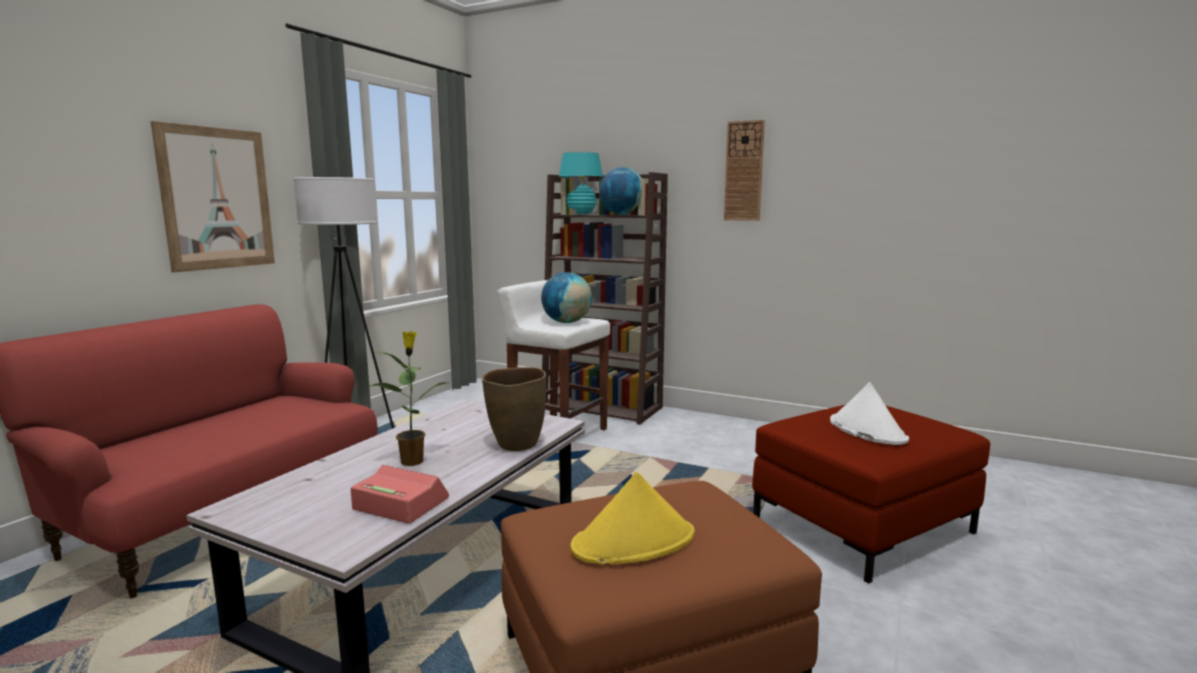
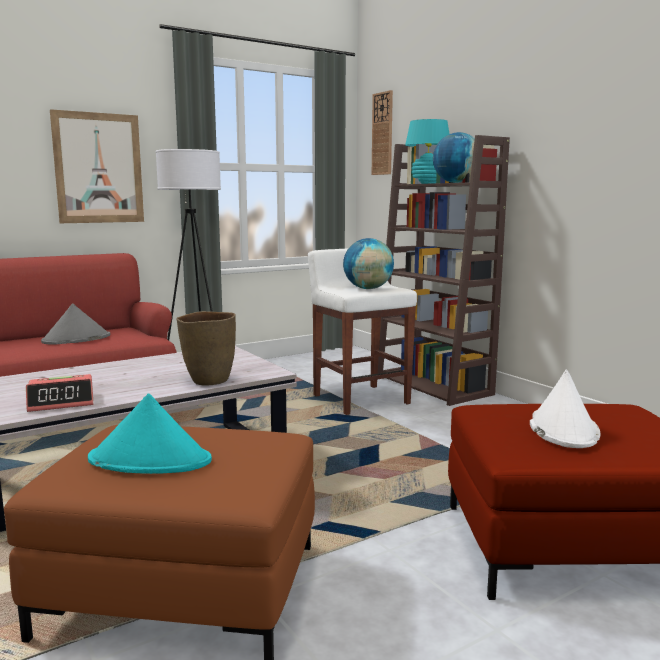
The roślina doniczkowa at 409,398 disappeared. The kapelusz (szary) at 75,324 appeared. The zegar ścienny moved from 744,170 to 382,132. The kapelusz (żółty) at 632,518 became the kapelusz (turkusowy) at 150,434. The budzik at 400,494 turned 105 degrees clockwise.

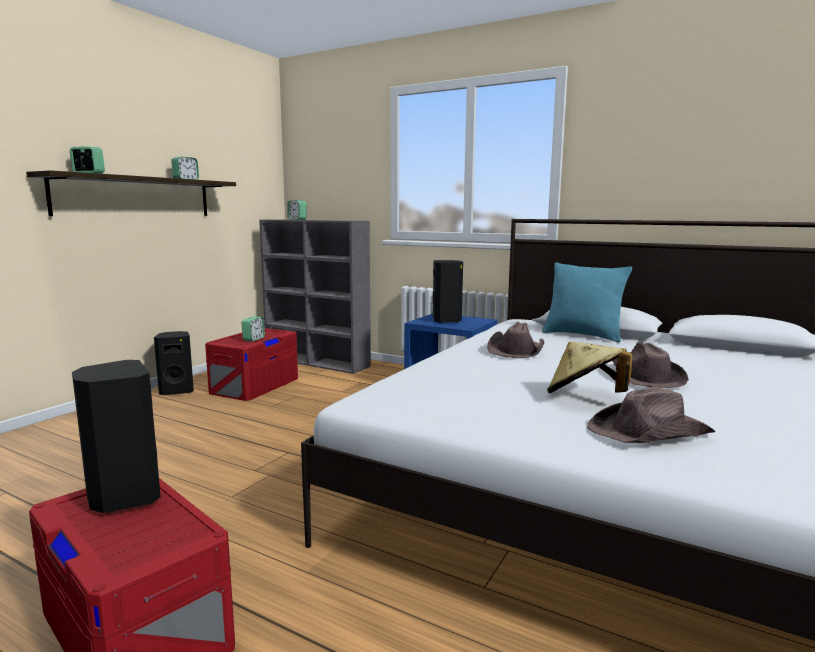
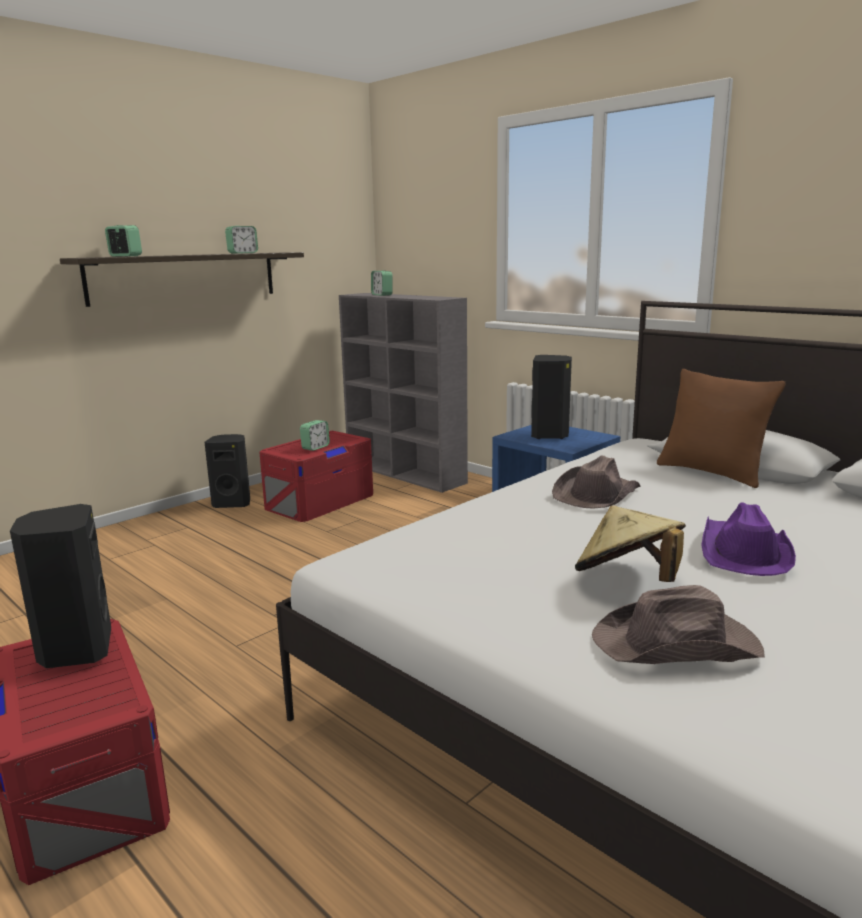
The poduszka (turkusowy) at 587,302 became the poduszka (brązowy) at 721,428. The kapelusz (brązowy) at 650,365 became the kapelusz (fioletowy) at 748,539.

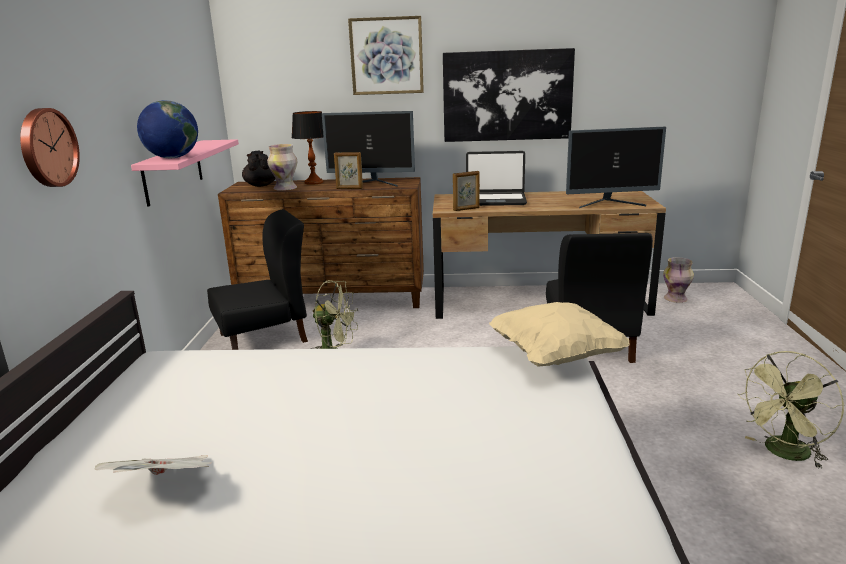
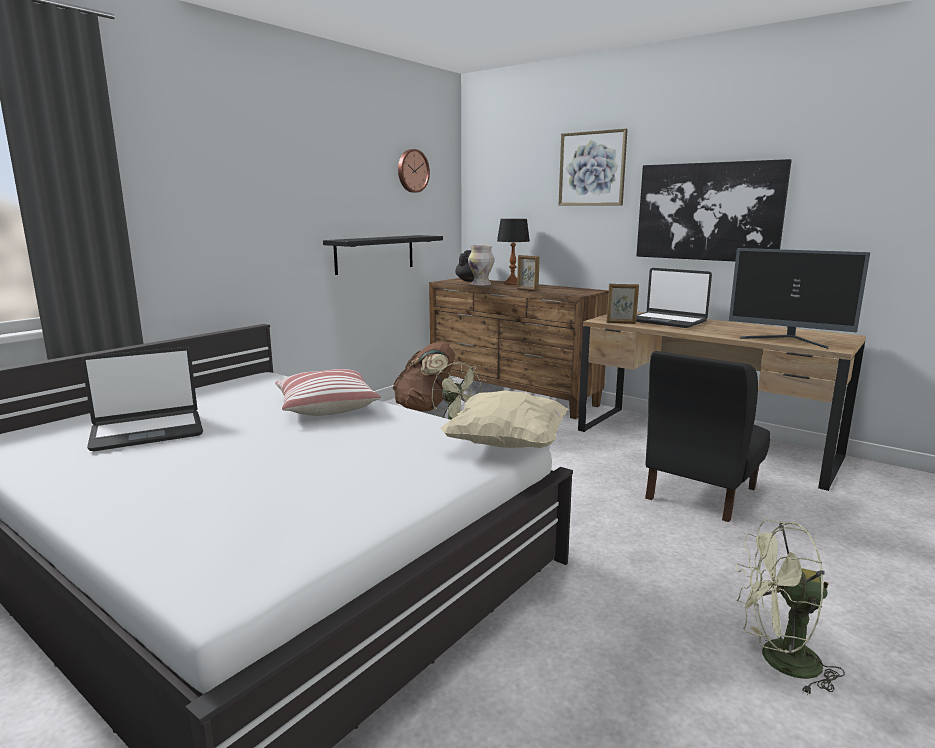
The globus at 167,129 disappeared. The monitor at 368,149 disappeared. The wazon at 678,280 disappeared. The poduszka at 328,392 appeared. The zegar ścienny moved from 50,147 to 414,171. The gazeta at 152,465 was replaced by the laptop at 142,399. The krzesło (czarny) at 257,279 was replaced by the plecak (brązowy) at 424,377. The półka (różowy) at 185,173 became the półka (czarny) at 383,255.

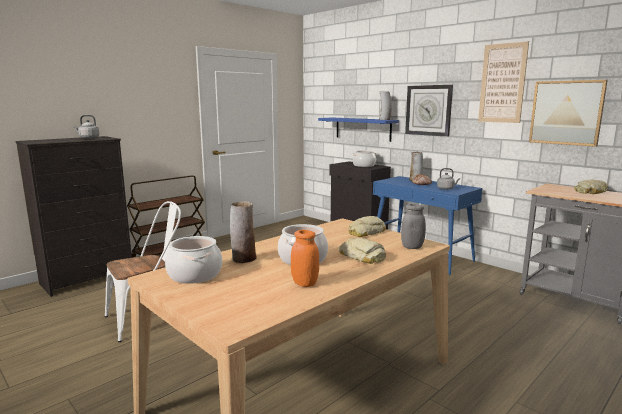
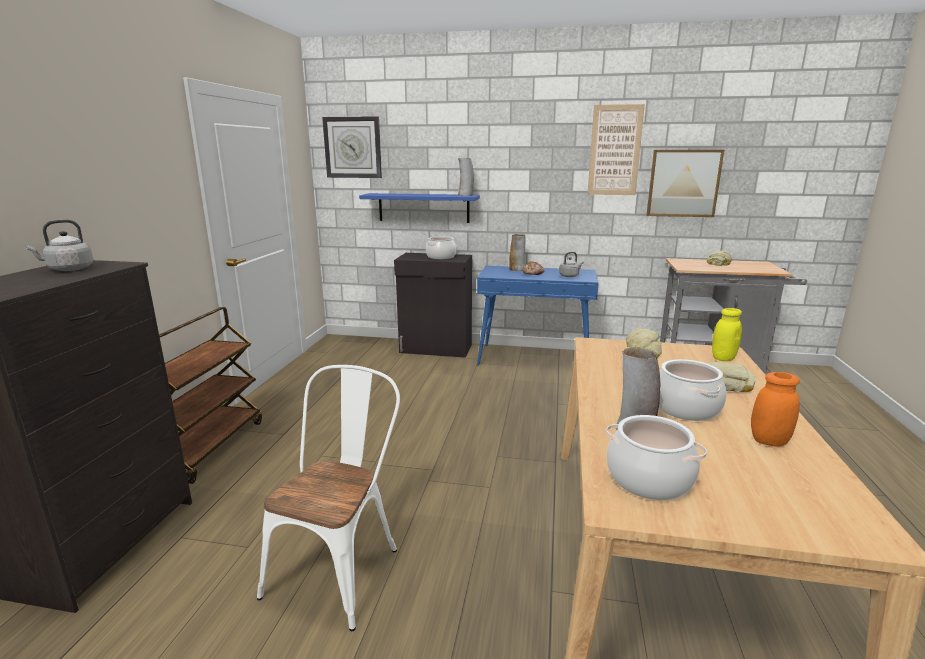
The zegar ścienny moved from 429,111 to 352,147. The słoik (szary) at 413,226 became the słoik (żółty) at 727,334.

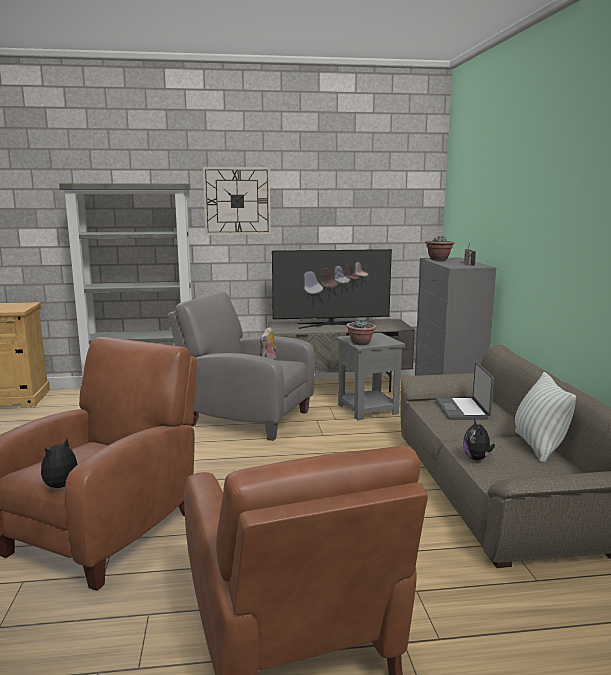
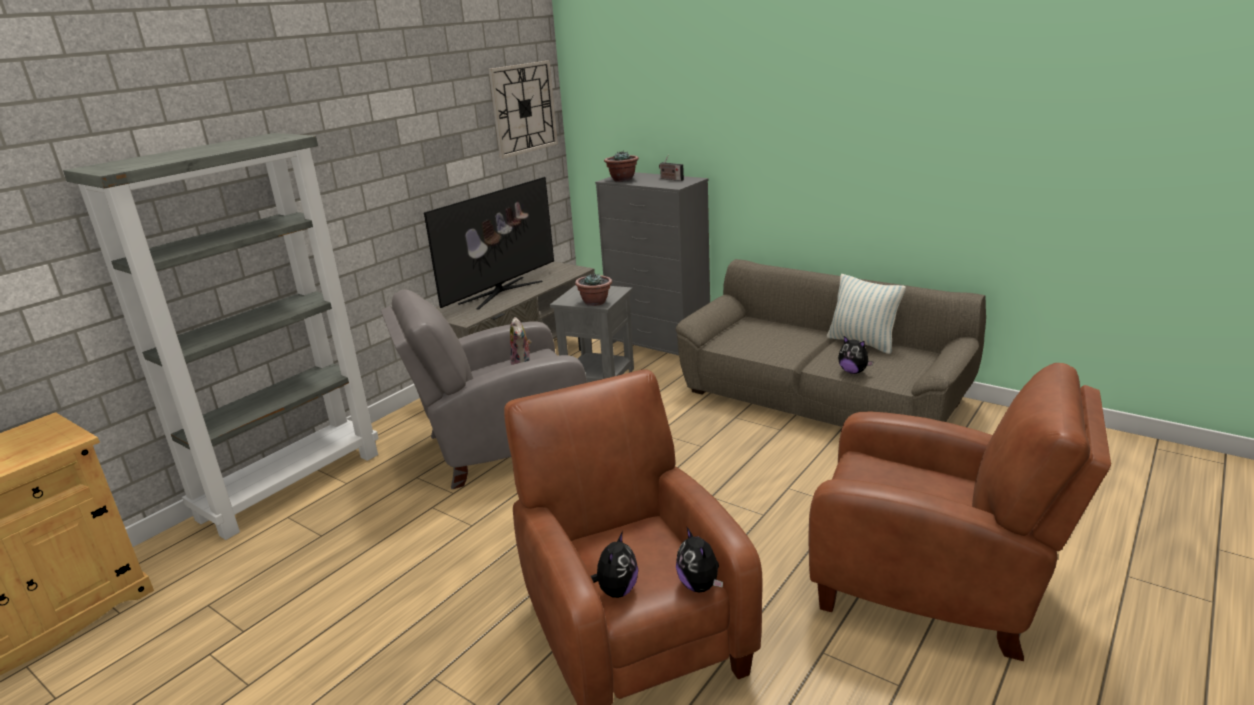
The laptop at 465,391 disappeared. The pluszak at 614,564 appeared. The zegar ścienny moved from 237,201 to 523,110.

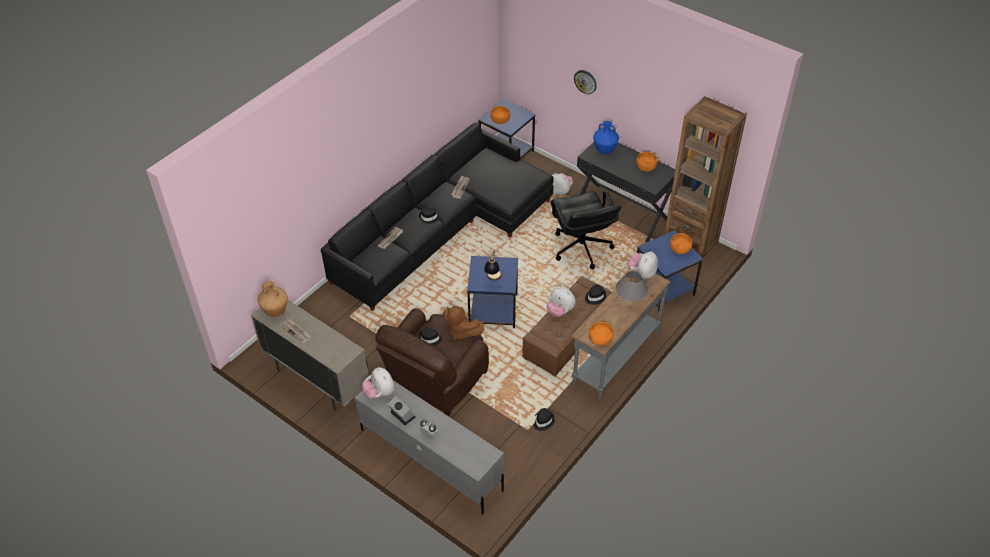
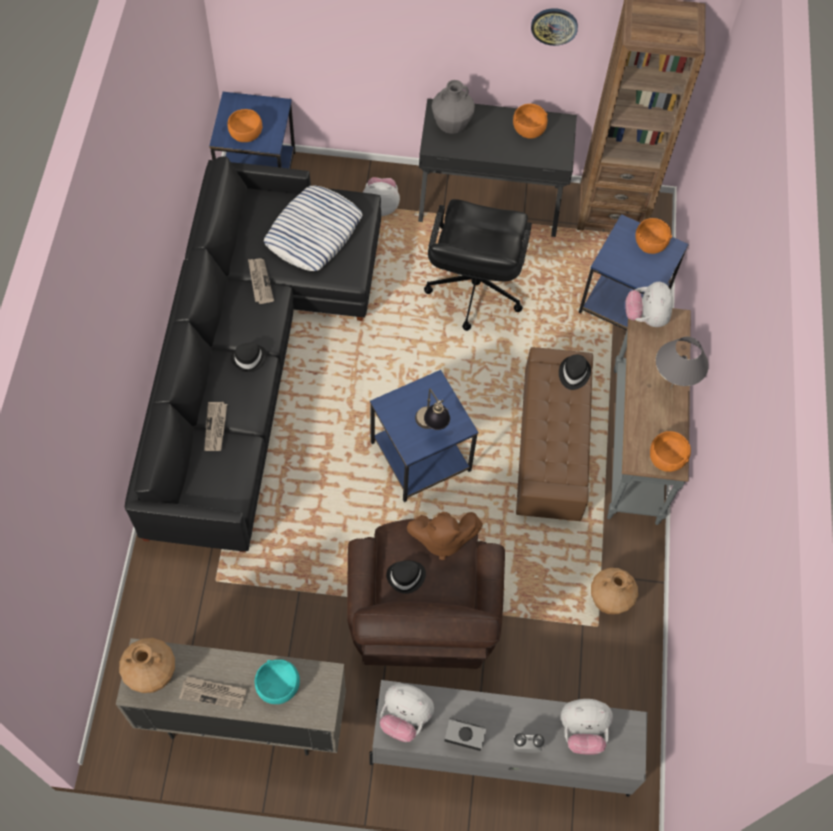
The miska (turkusowy) at 277,681 appeared. The poduszka at 313,228 appeared. The pluszak moved from 561,302 to 587,727. The zegar ścienny moved from 585,82 to 554,27. The kapelusz (czarny) at 544,419 was replaced by the wazon (brązowy) at 614,591. The wazon (niebieski) at 606,137 became the wazon (szary) at 453,107. The krzesło biurowe (czarny) at 585,230 turned 60 degrees clockwise.

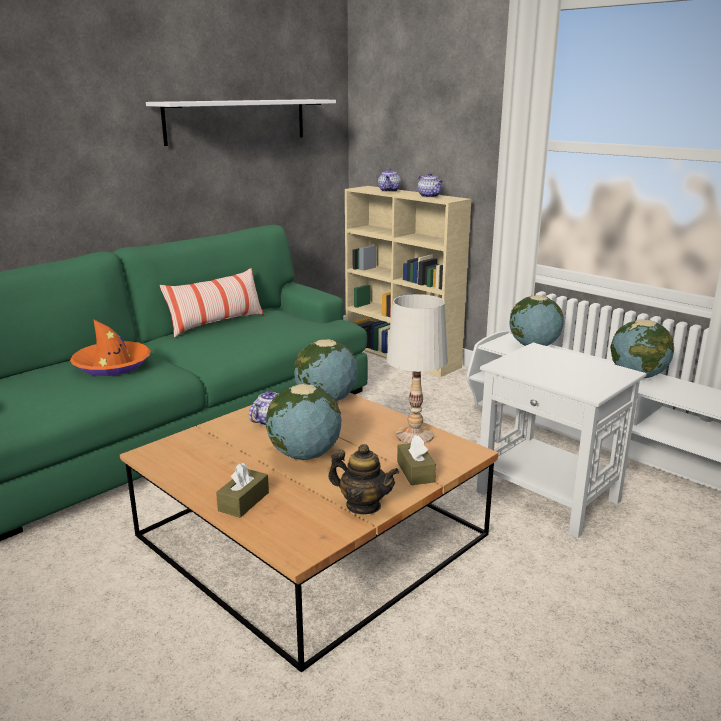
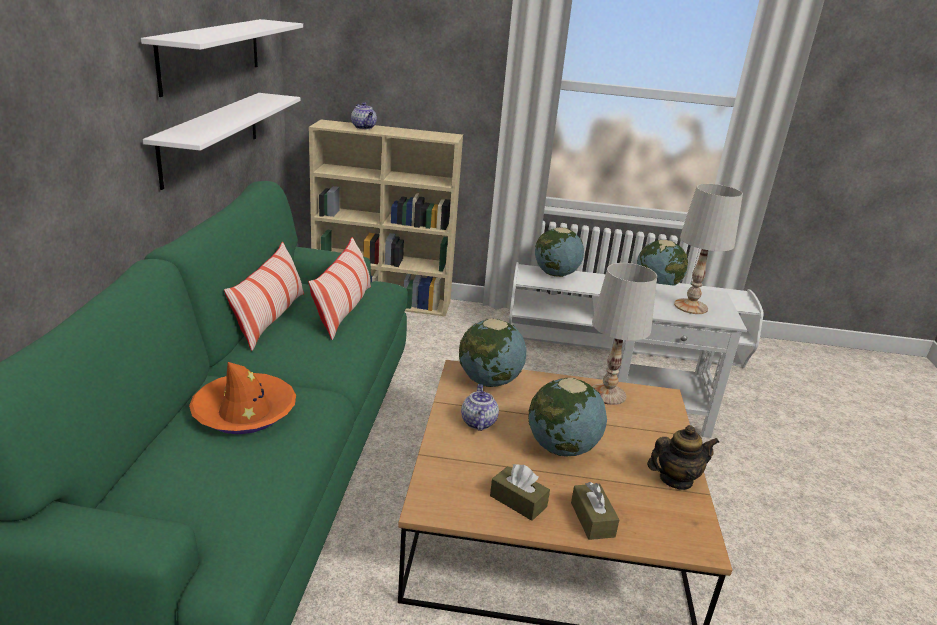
The imbryk at 430,185 disappeared. The półka (biały) at 222,141 appeared. The poduszka at 339,288 appeared. The lampa stołowa (biały) at 708,249 appeared. The pudełko chusteczek (brązowy) moved from 416,460 to 520,492.

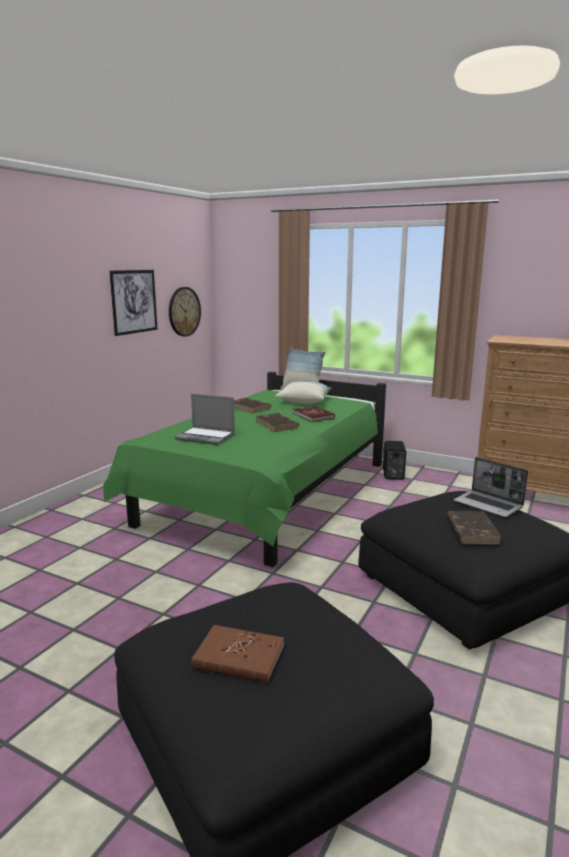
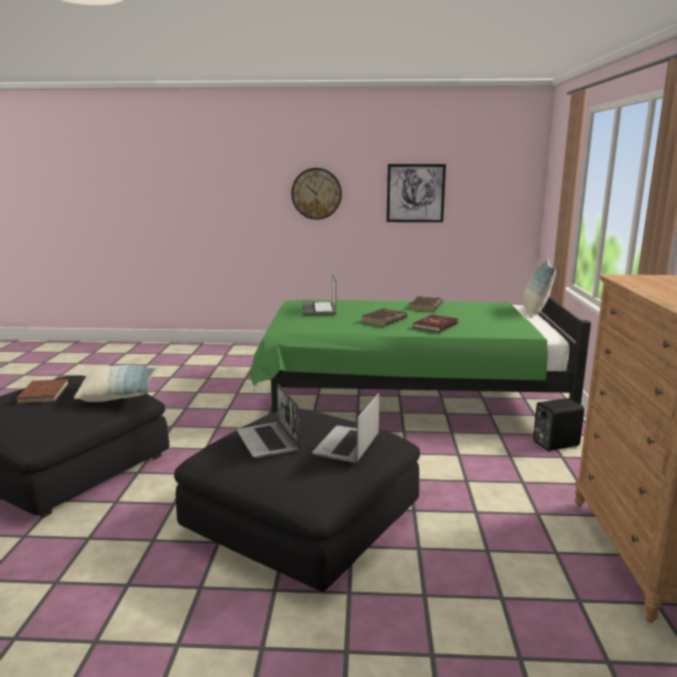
The zegar ścienny moved from 185,312 to 316,194. The poduszka moved from 303,392 to 115,383. The książka (brązowy) at 474,528 was replaced by the laptop at 268,421.

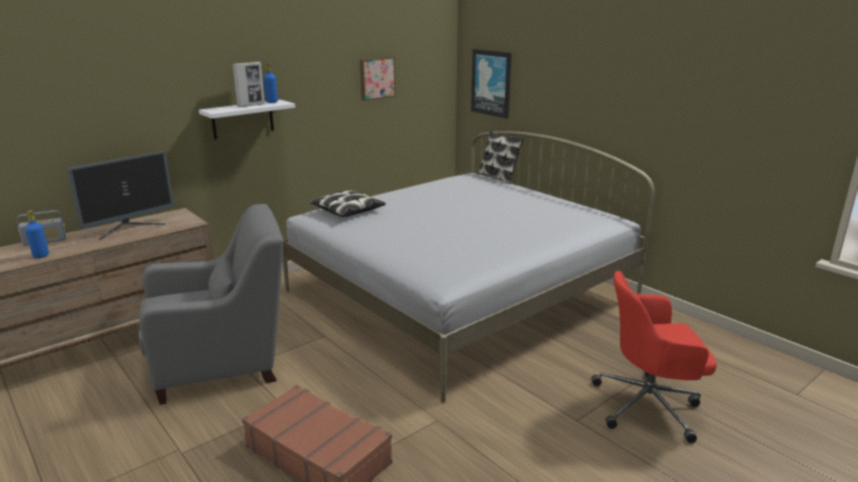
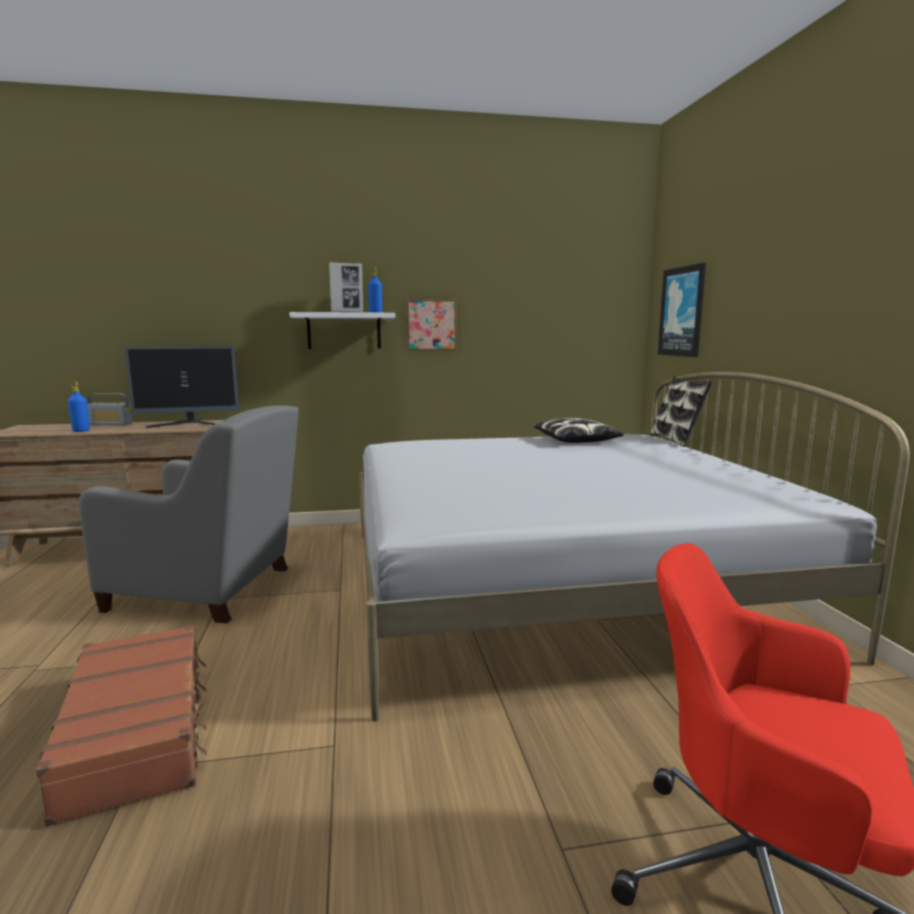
The poduszka moved from 348,203 to 578,430. The obraz moved from 378,79 to 431,324.

